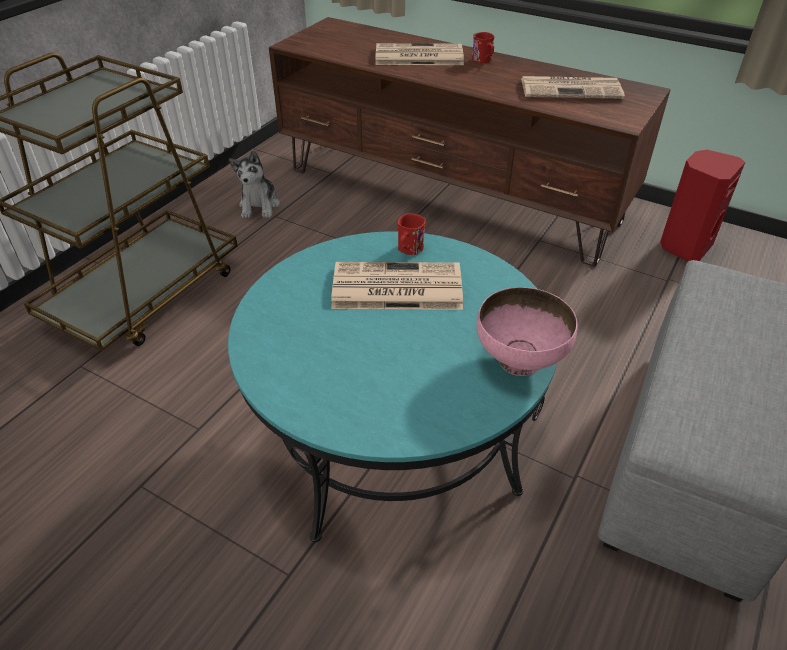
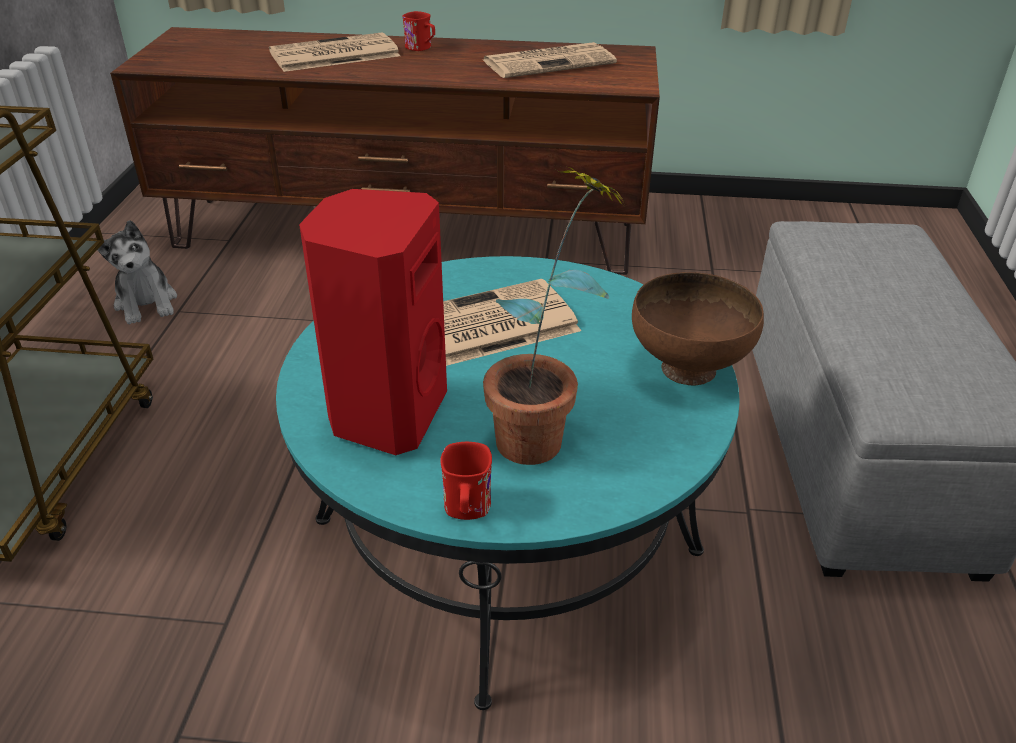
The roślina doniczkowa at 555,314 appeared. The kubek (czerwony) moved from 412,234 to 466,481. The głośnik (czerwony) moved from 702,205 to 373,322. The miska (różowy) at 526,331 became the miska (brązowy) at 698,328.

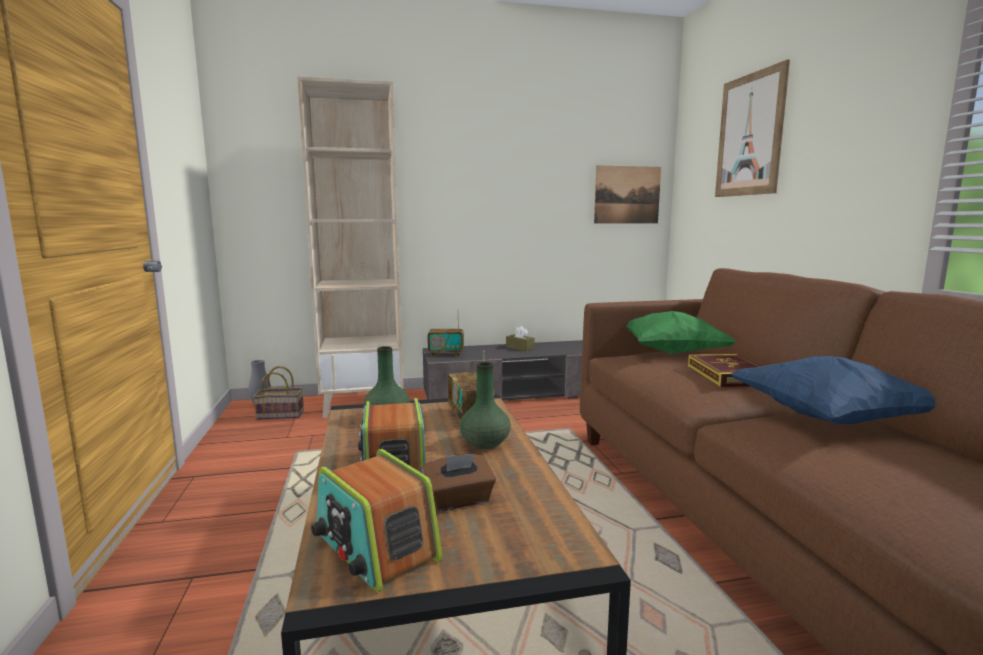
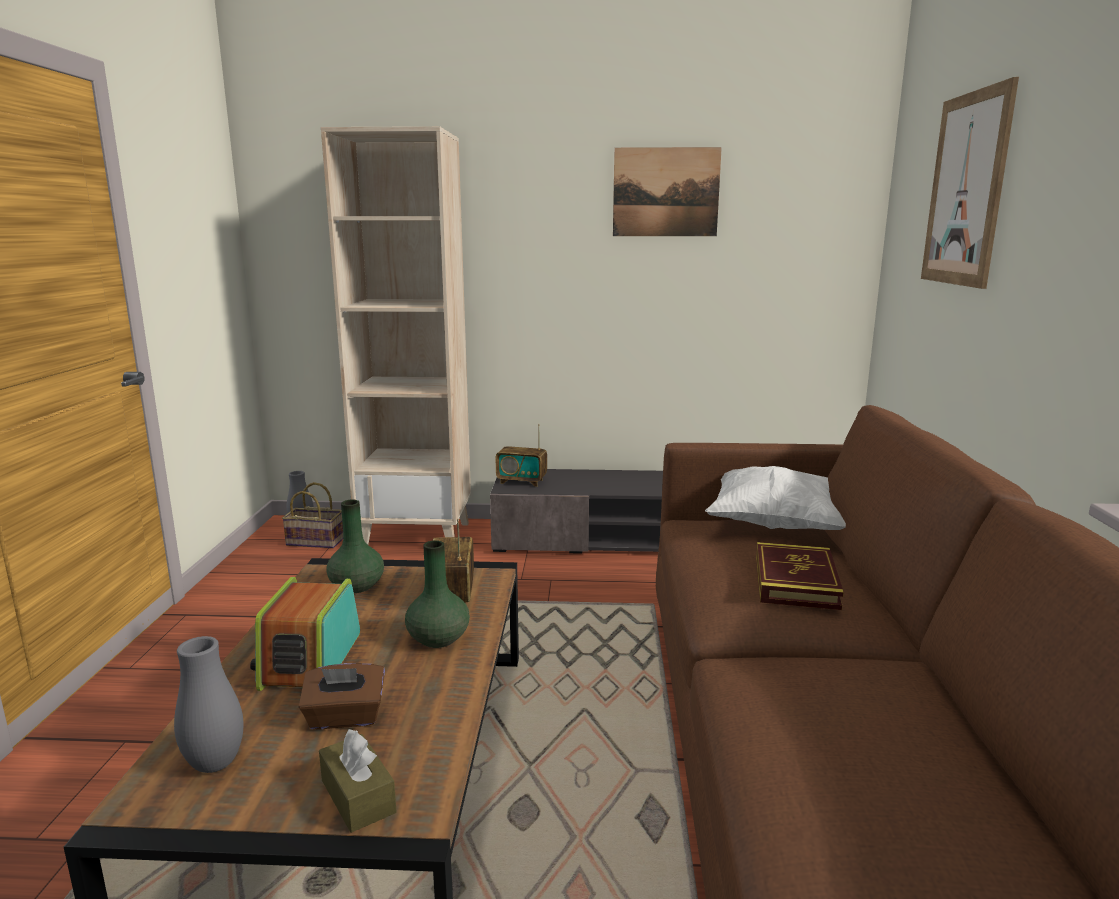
The poduszka (niebieski) at 833,390 disappeared. The pudełko chusteczek (brązowy) moved from 520,338 to 358,781. The obraz moved from 627,194 to 667,191. The radio at 376,520 was replaced by the wazon (szary) at 209,704. The poduszka (zielony) at 681,332 became the poduszka (biały) at 775,498.

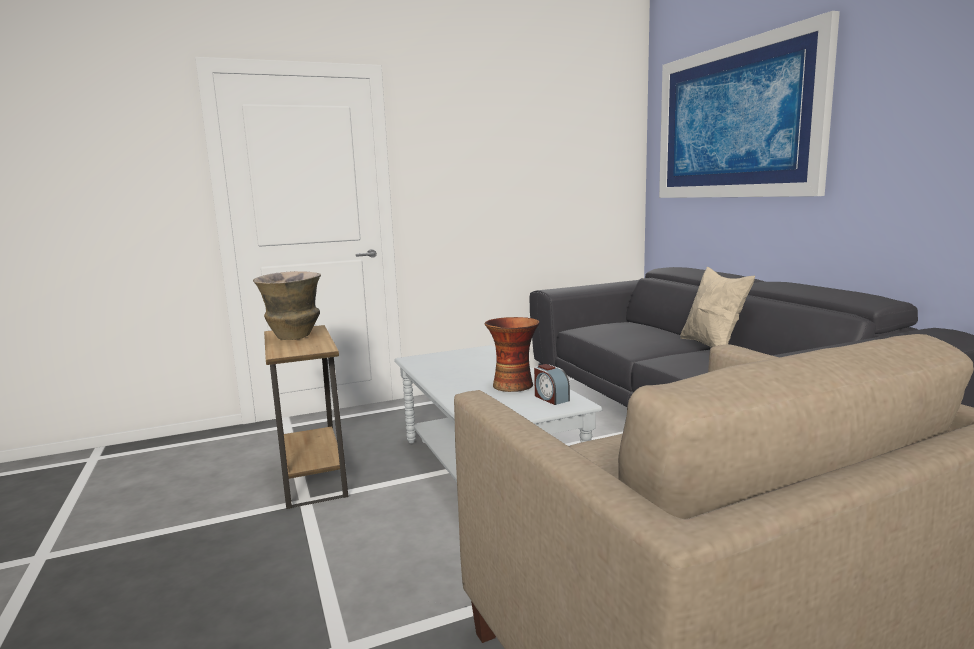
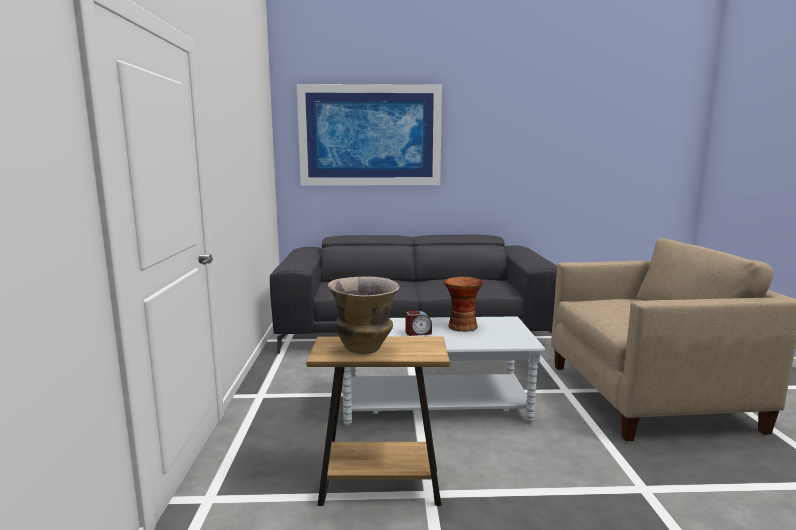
The poduszka (beżowy) at 717,307 disappeared. The budzik moved from 552,384 to 419,323.

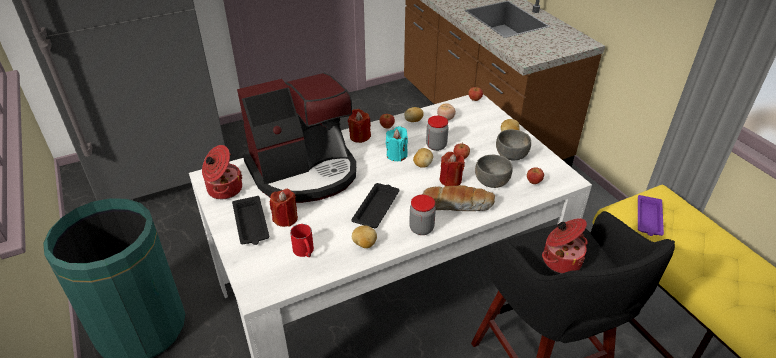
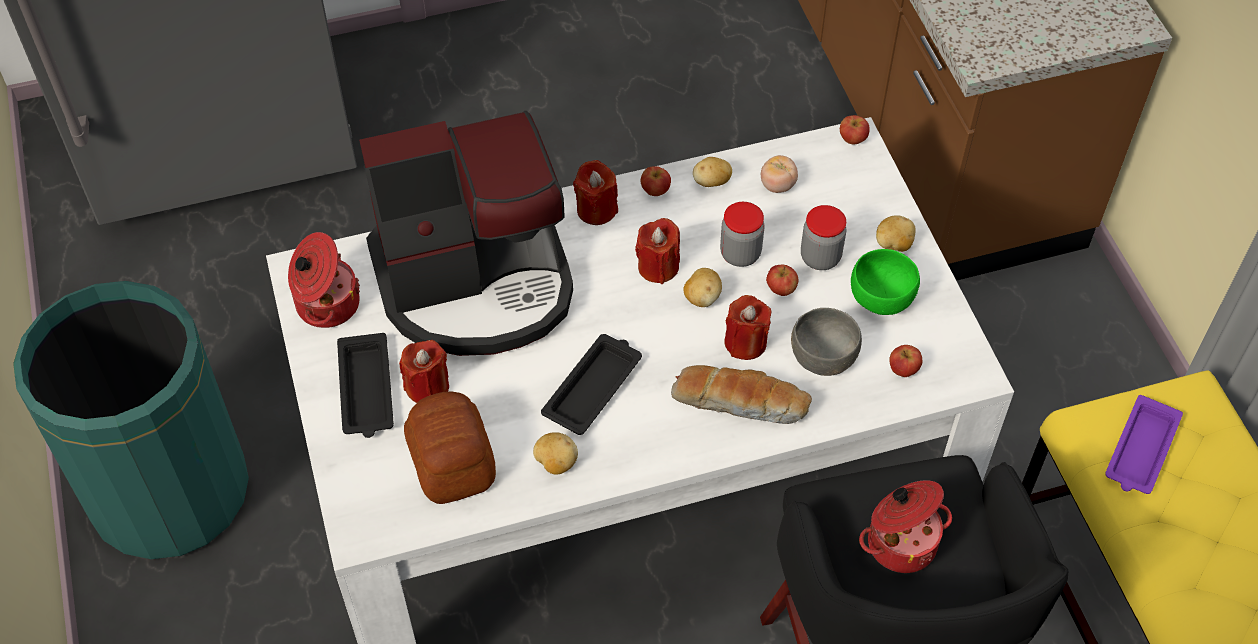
The słoik moved from 422,215 to 823,237. The kubek (czerwony) at 302,240 was replaced by the chleb at 450,447. The świeca (turkusowy) at 396,144 became the świeca (czerwony) at 657,251. The miska (szary) at 513,145 became the miska (zielony) at 885,282.

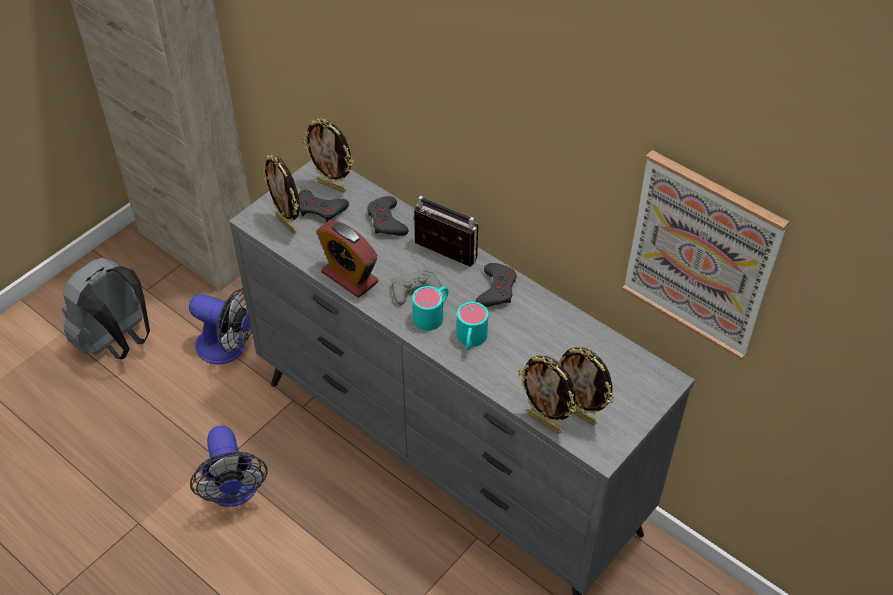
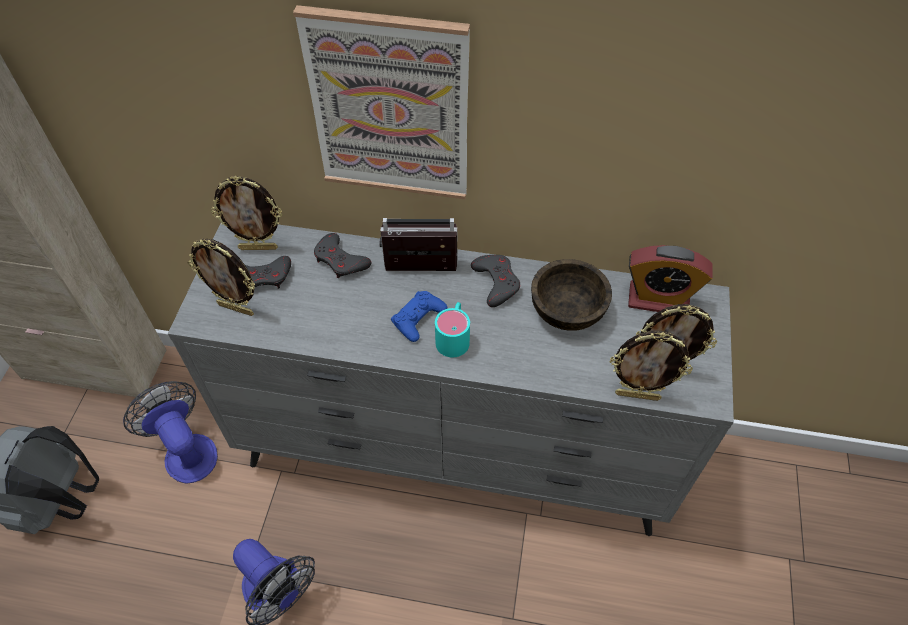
The kubek (turkusowy) at 472,326 disappeared. The miska (brązowy) at 571,295 appeared. The budzik moved from 347,259 to 670,278. The obraz moved from 705,255 to 381,102. The pad do gier (szary) at 416,286 became the pad do gier (niebieski) at 419,316. The wentylator at 220,326 turned 120 degrees counterclockwise.

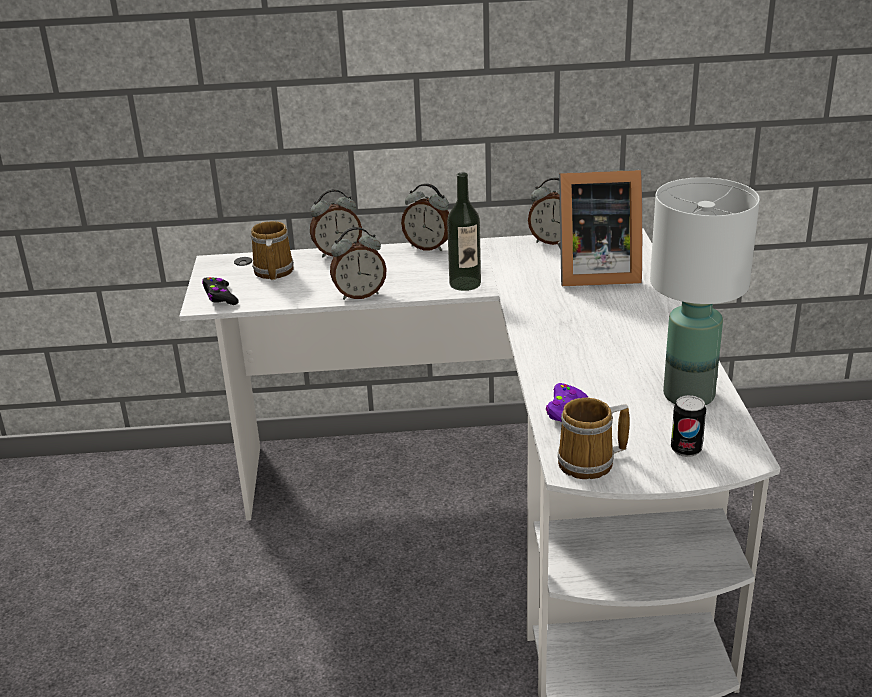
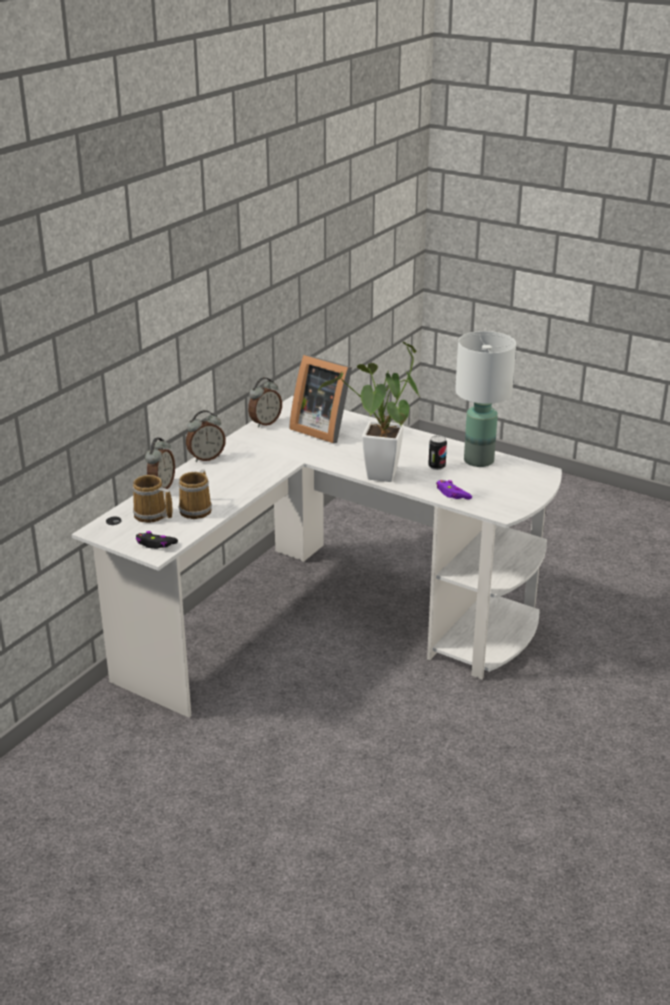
The budzik at 358,263 disappeared. The butelka at 464,231 disappeared. The roślina doniczkowa at 369,411 appeared. The kubek moved from 594,438 to 195,494. The puszka moved from 688,426 to 437,452. The ramka na zdjęcie at 600,228 turned 90 degrees clockwise.

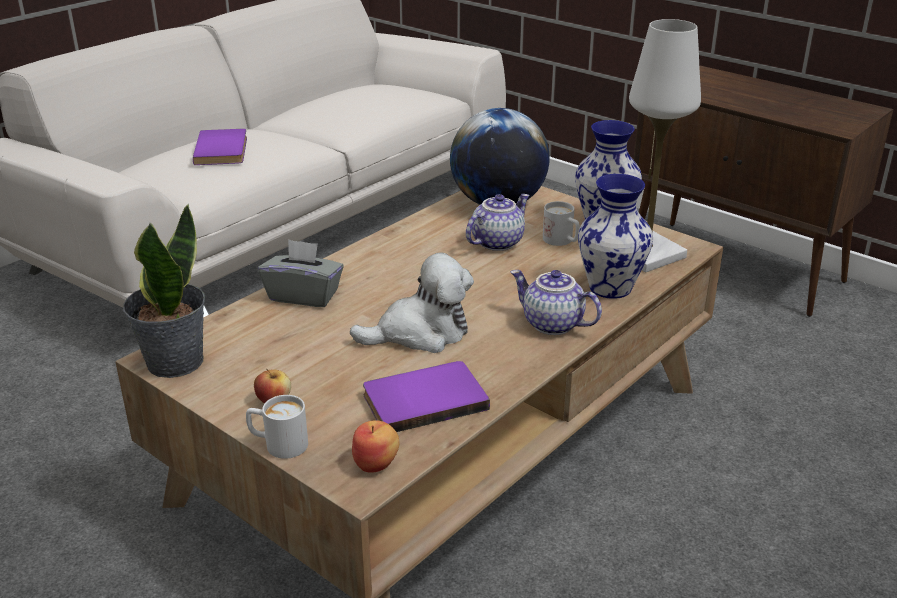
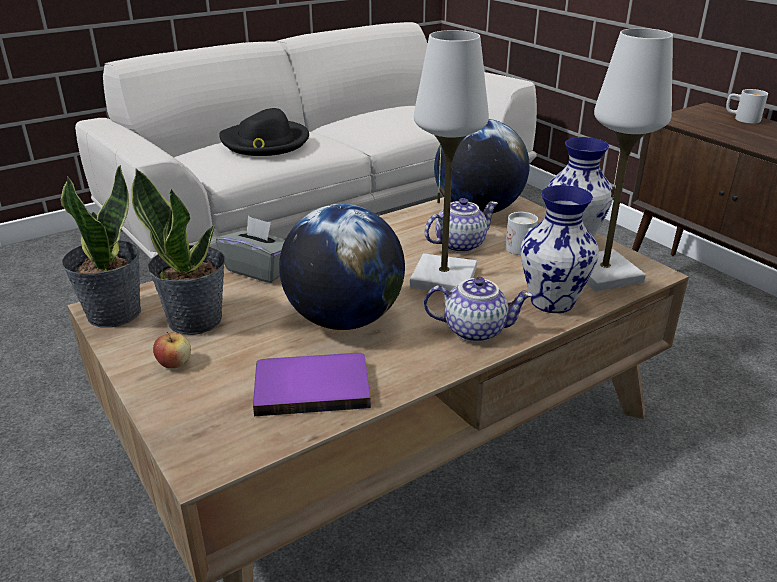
The jabłko at 376,446 disappeared. The roślina doniczkowa at 178,251 appeared. The lampa stołowa (biały) at 449,161 appeared. The kubek (biały) moved from 277,427 to 747,106. The książka (fioletowy) at 220,147 was replaced by the kapelusz (czarny) at 264,132. The pluszak at 412,302 was replaced by the globus at 342,267. The imbryk at 556,302 turned 135 degrees clockwise.

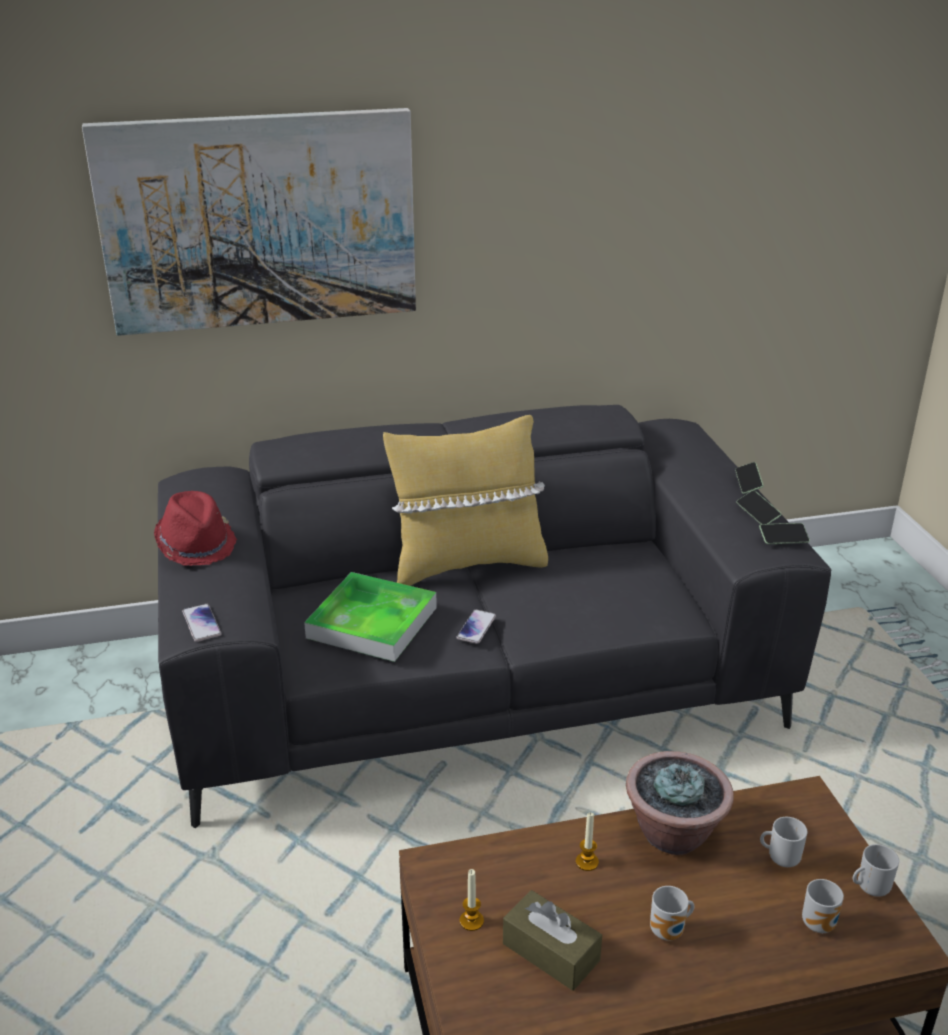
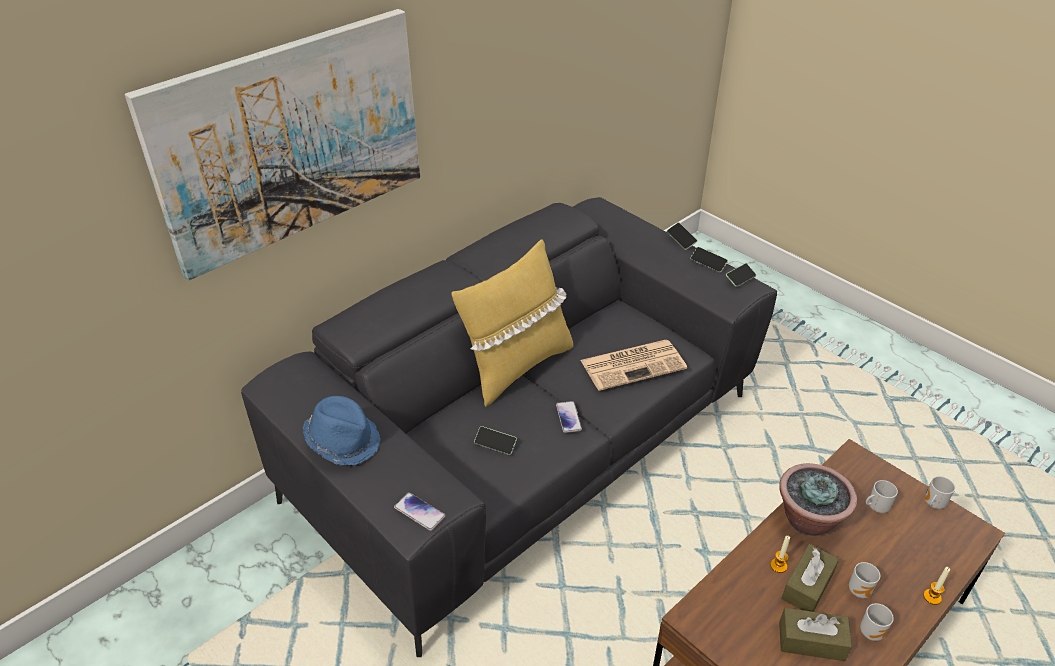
The gazeta at 634,365 appeared. The pudełko chusteczek (brązowy) at 810,578 appeared. The świeca moved from 472,900 to 936,586. The kubek moved from 823,906 to 877,622. The taca at 370,617 was replaced by the telefon at 495,440. The kapelusz (czerwony) at 195,528 became the kapelusz (niebieski) at 342,431.

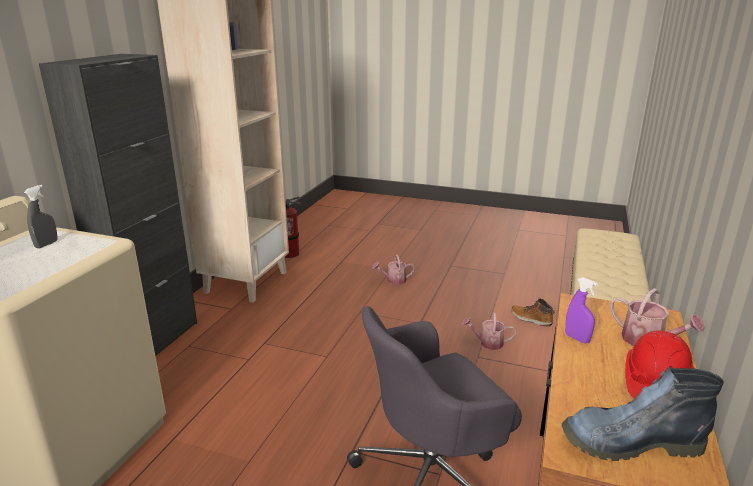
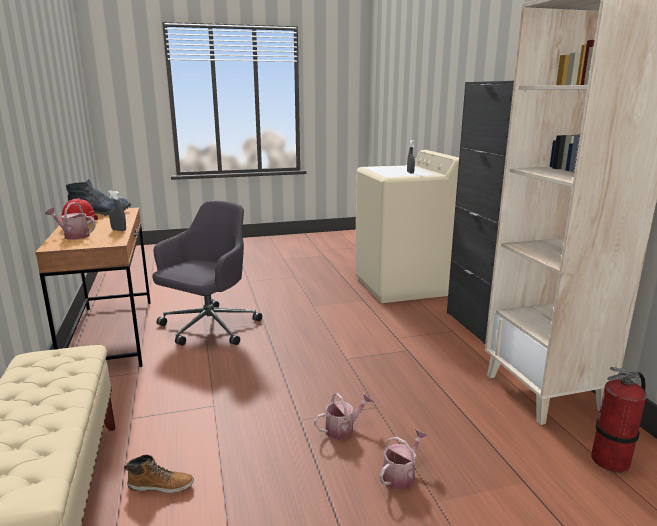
The konewka moved from 489,331 to 343,416. The spryskiwacz (fioletowy) at 581,310 became the spryskiwacz (szary) at 117,211.

